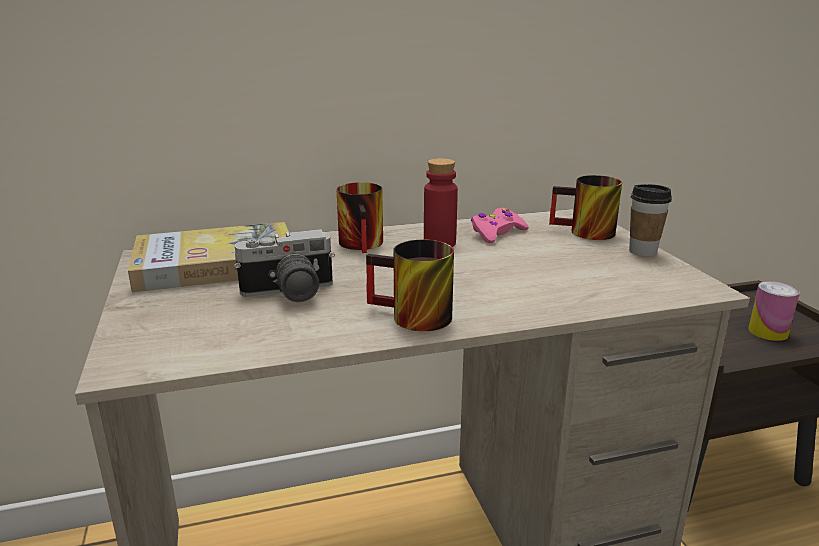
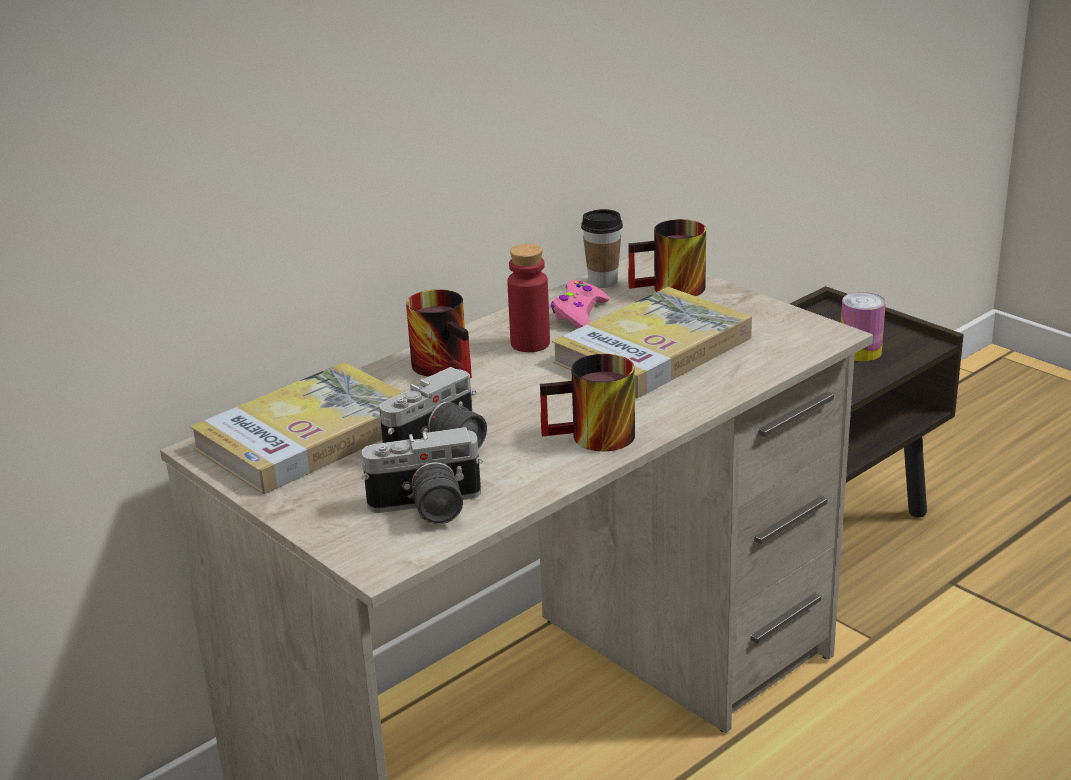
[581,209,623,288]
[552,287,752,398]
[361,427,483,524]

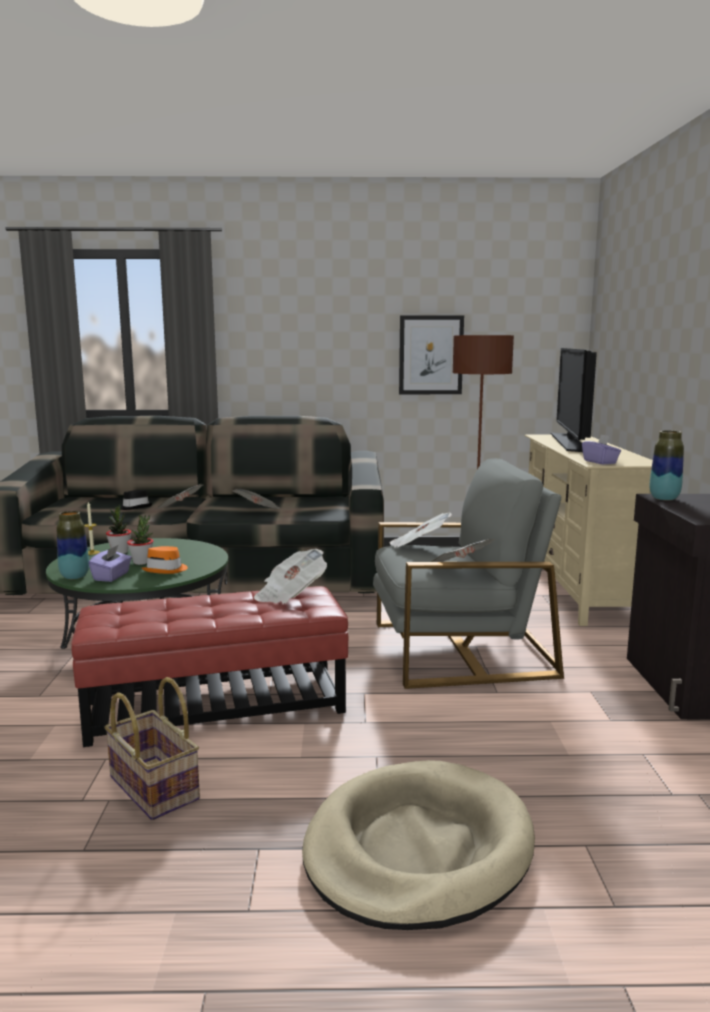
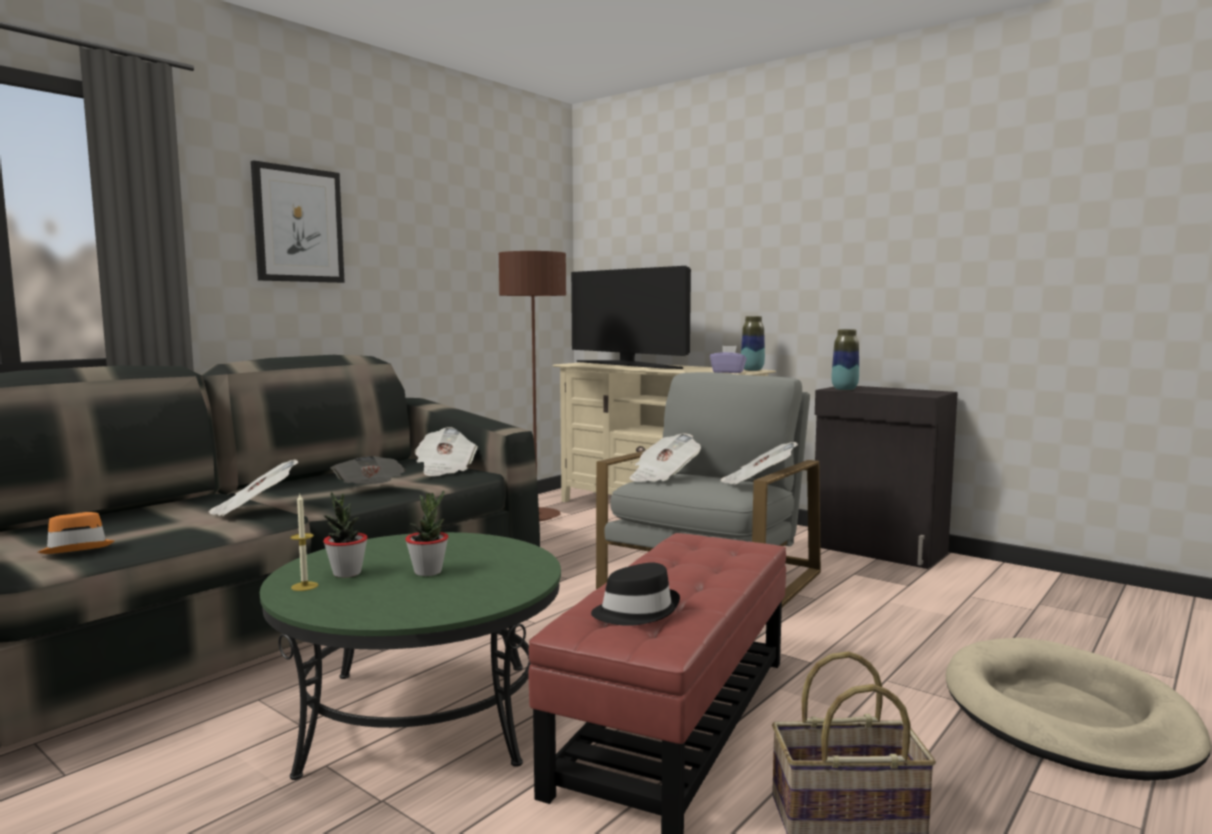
[251,160,345,283]
[591,563,680,626]
[741,316,765,371]
[89,545,132,582] (first image)
[38,512,114,554]
[415,427,478,476]

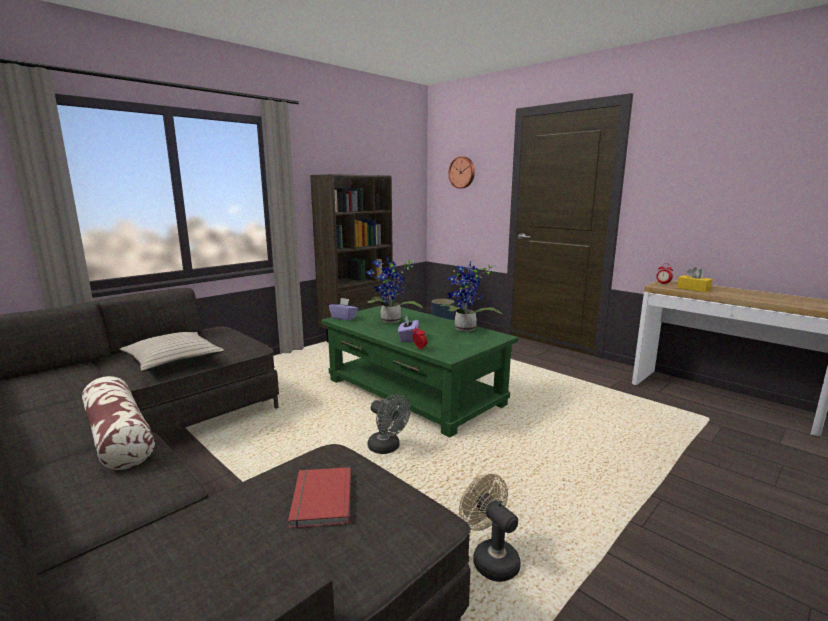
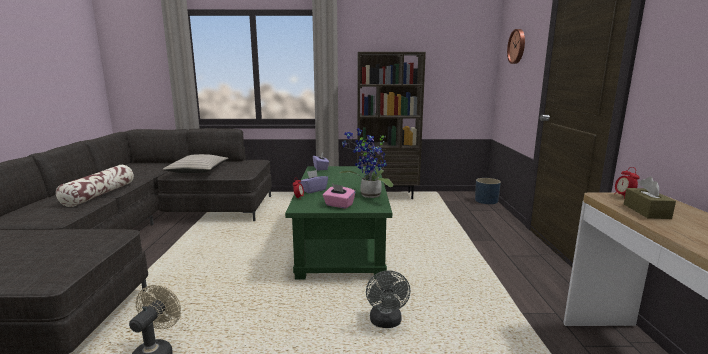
[366,257,423,323] (first image)
[624,177,676,219]
[366,270,410,328]
[288,467,351,529] (first image)
[323,184,355,209]

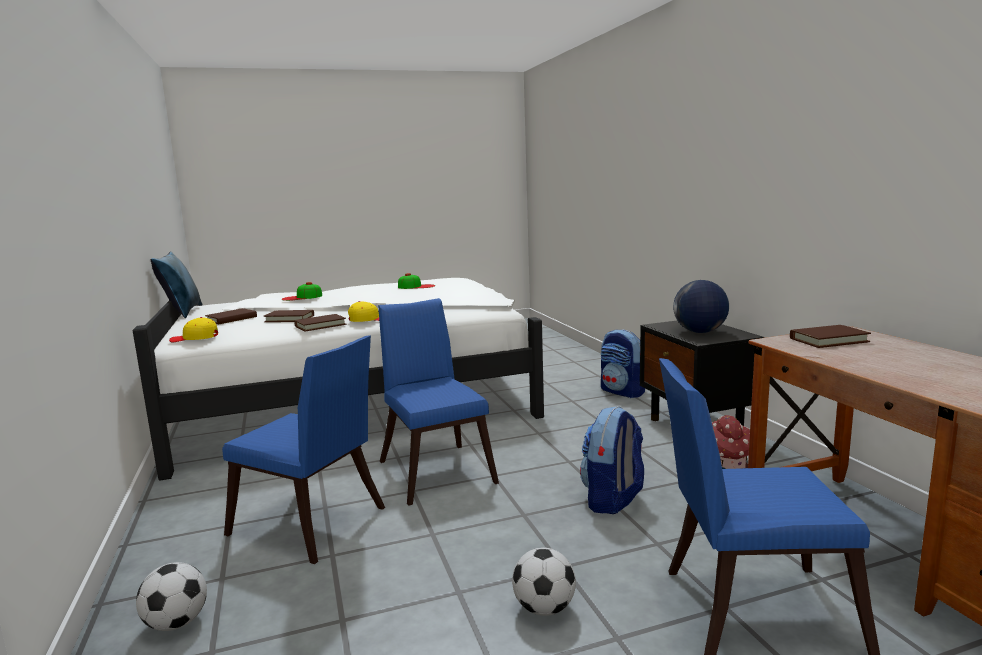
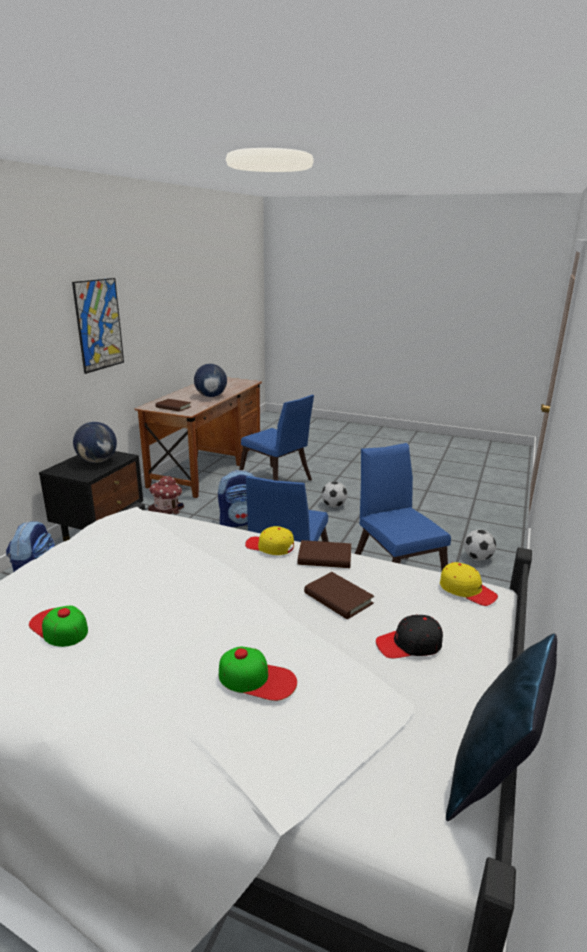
[376,615,443,658]
[72,278,124,374]
[194,364,227,397]

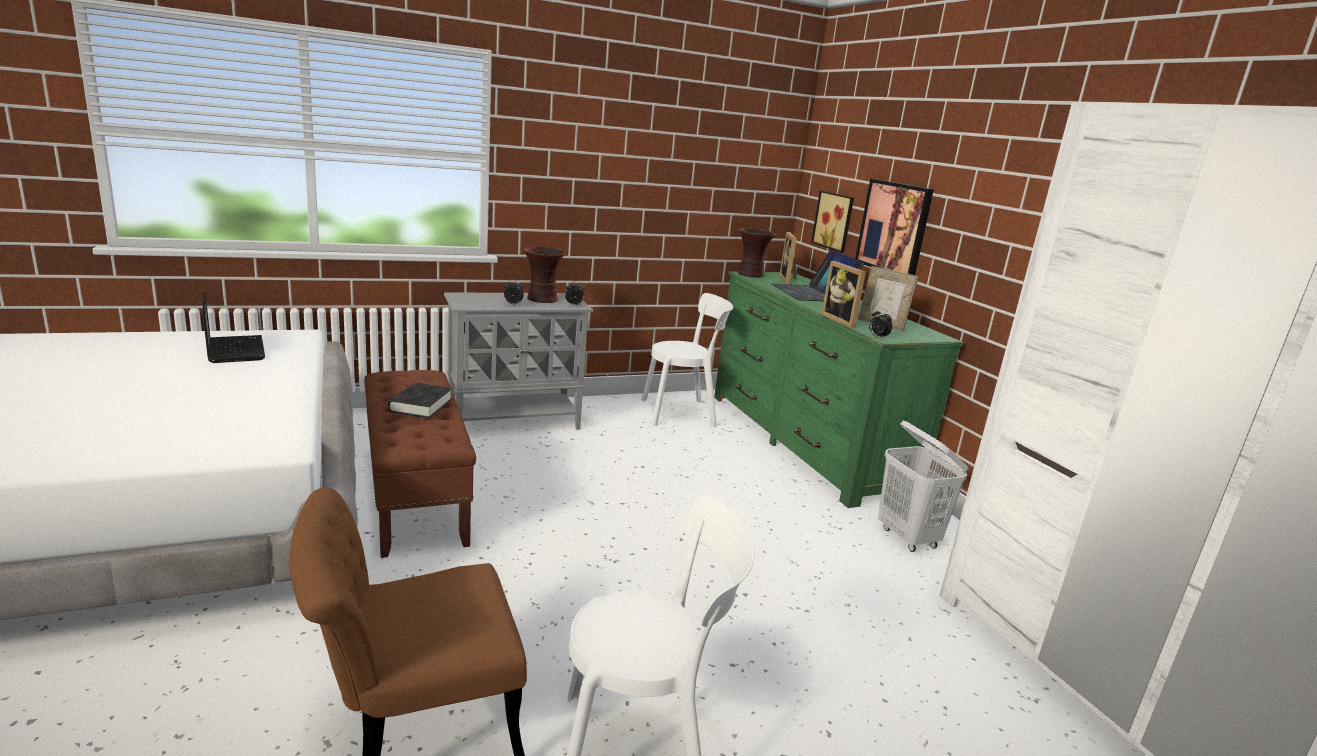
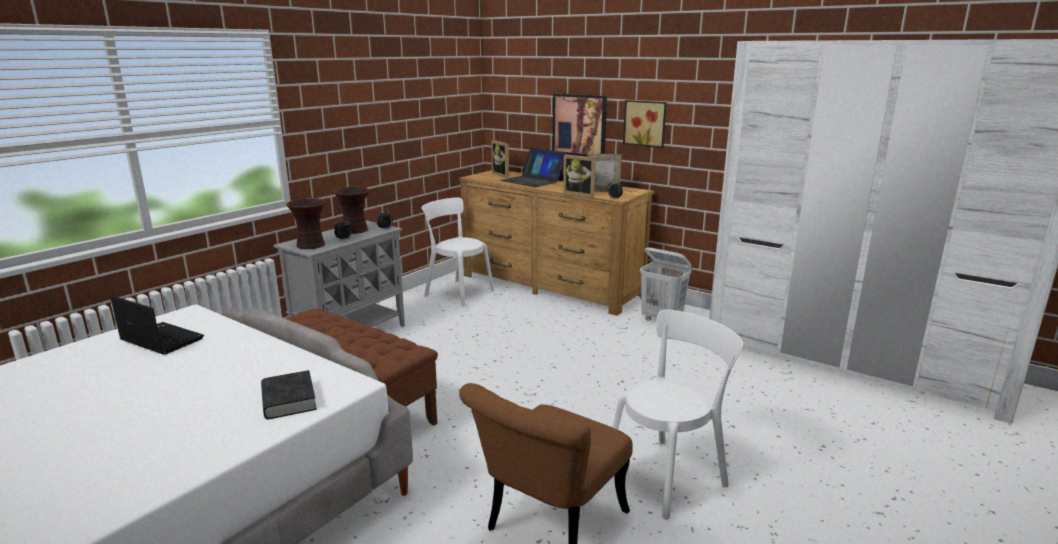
[623,100,667,148]
[286,198,326,249]
[459,170,654,316]
[421,197,494,306]
[261,370,317,419]

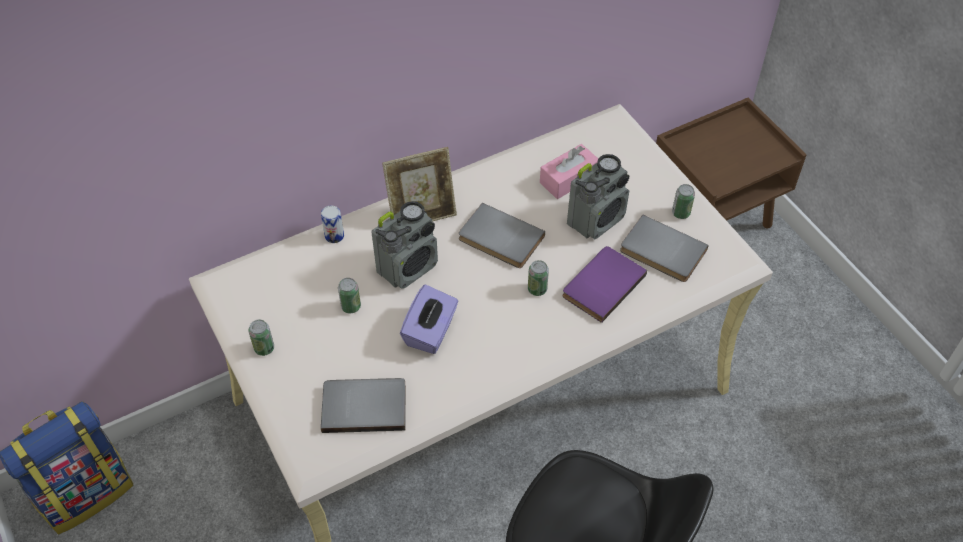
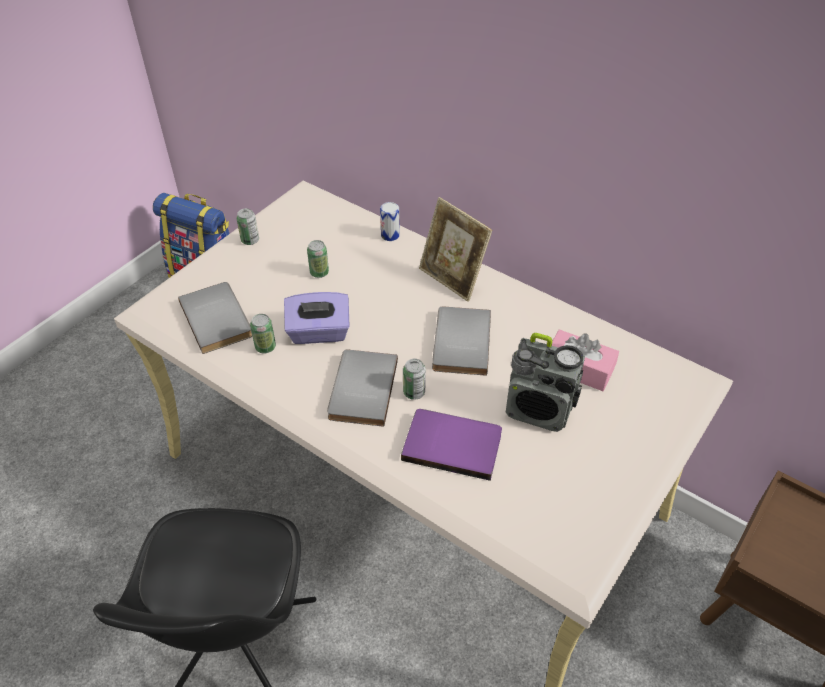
[250,314,276,353]
[371,201,438,289] (first image)
[327,350,398,427]

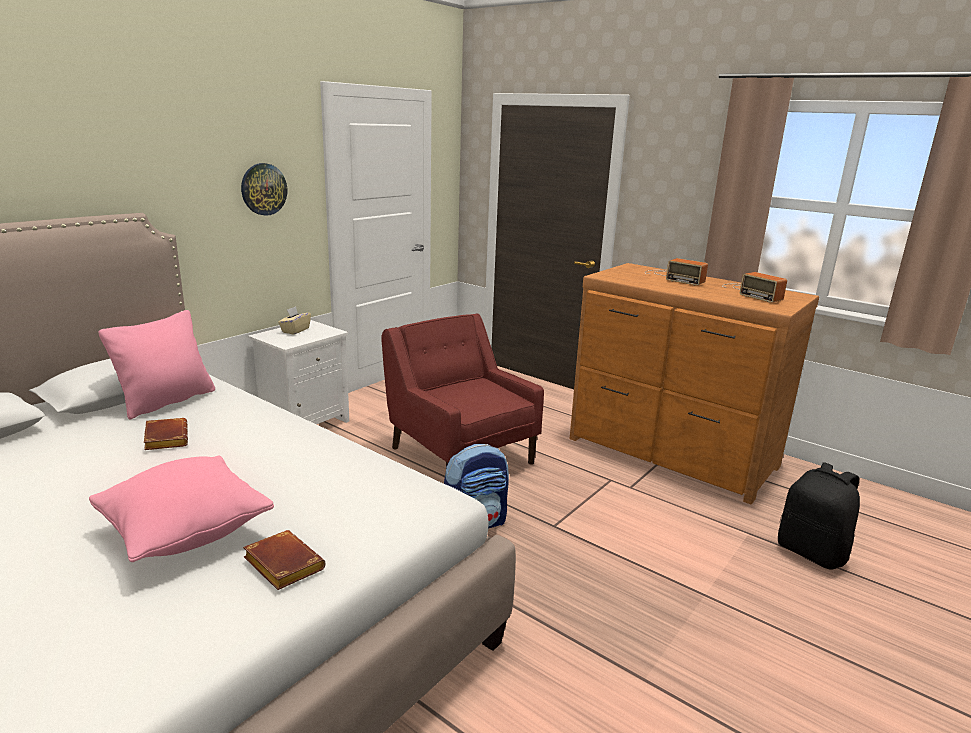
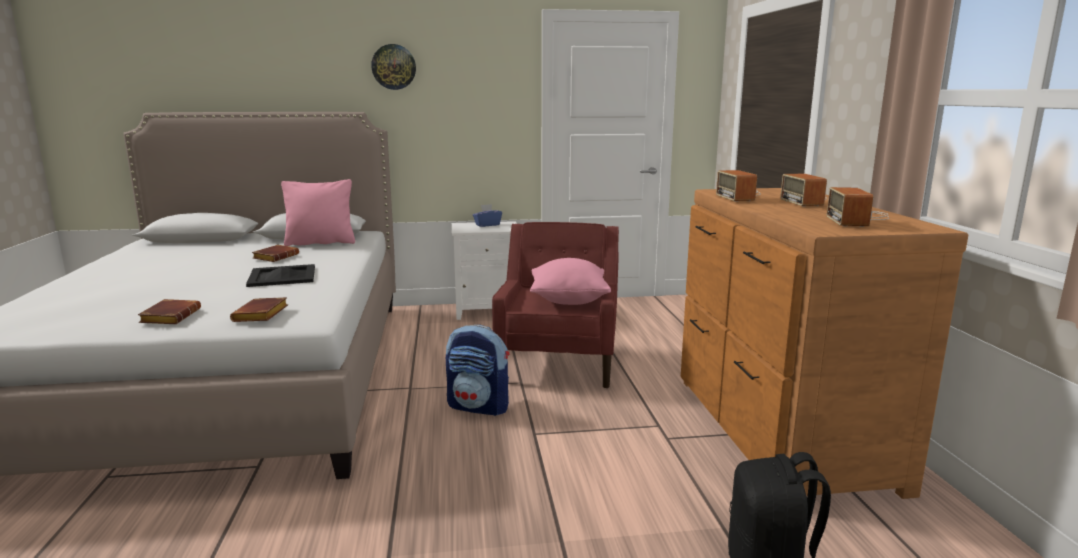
[371,44,416,90]
[473,204,502,227]
[530,258,611,305]
[716,170,761,202]
[246,264,315,287]
[230,297,288,322]

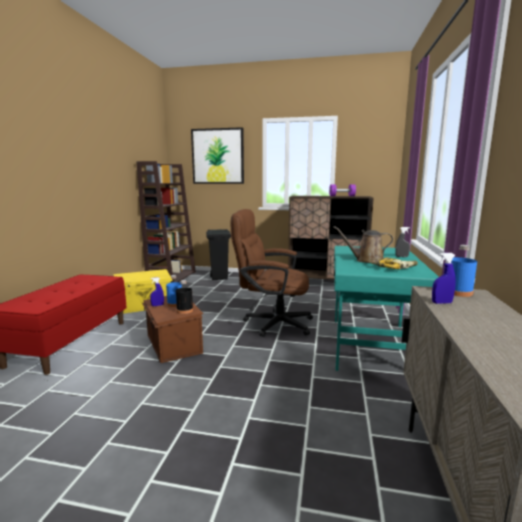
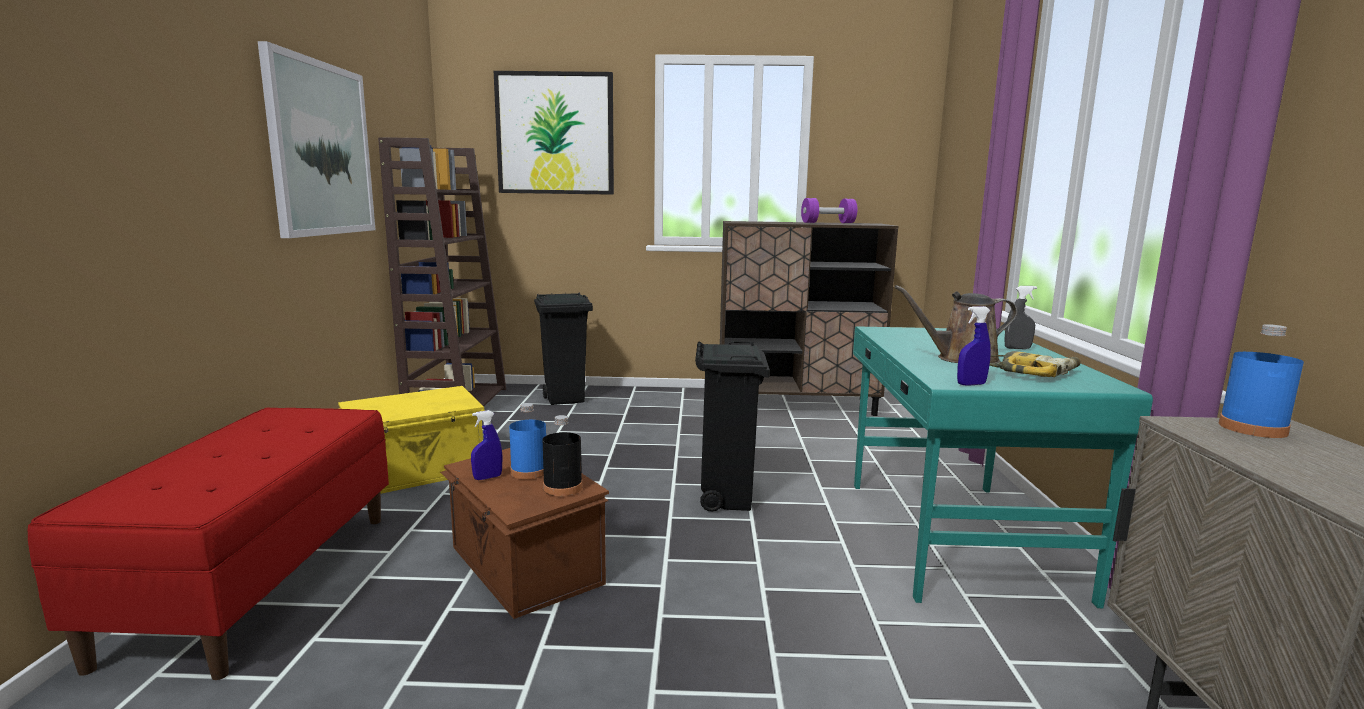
[695,341,770,512]
[957,306,991,386]
[258,41,376,238]

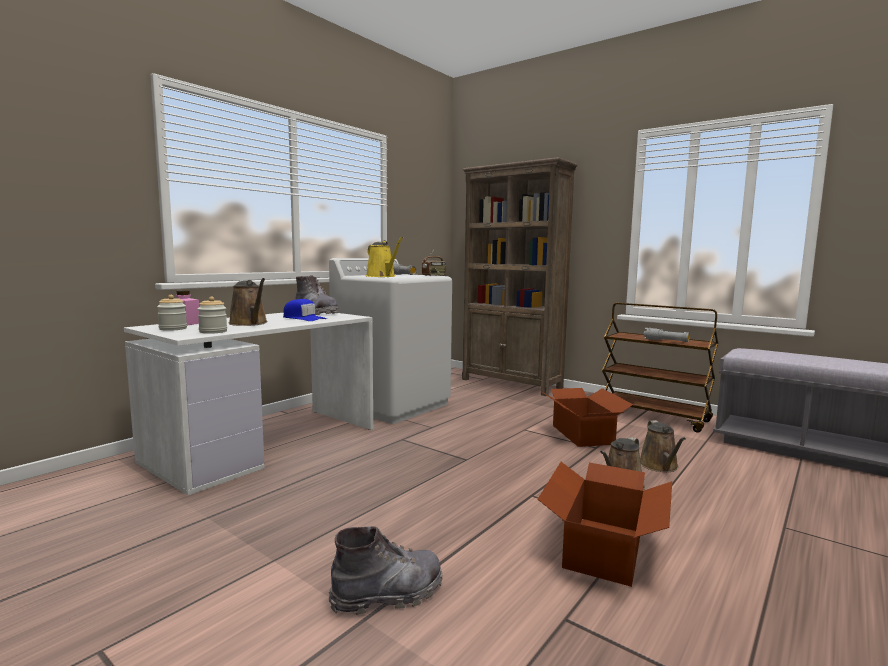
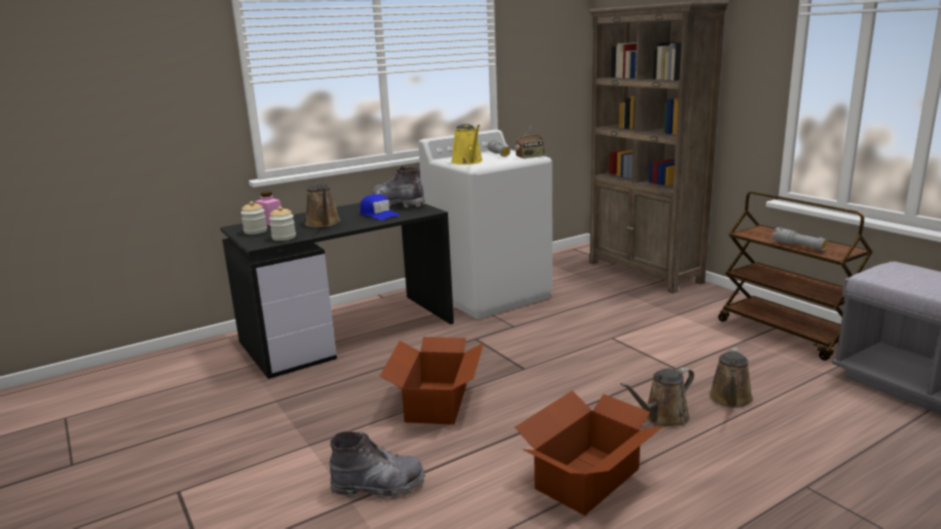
[372,166,425,208]
[220,203,454,379]
[380,337,484,425]

